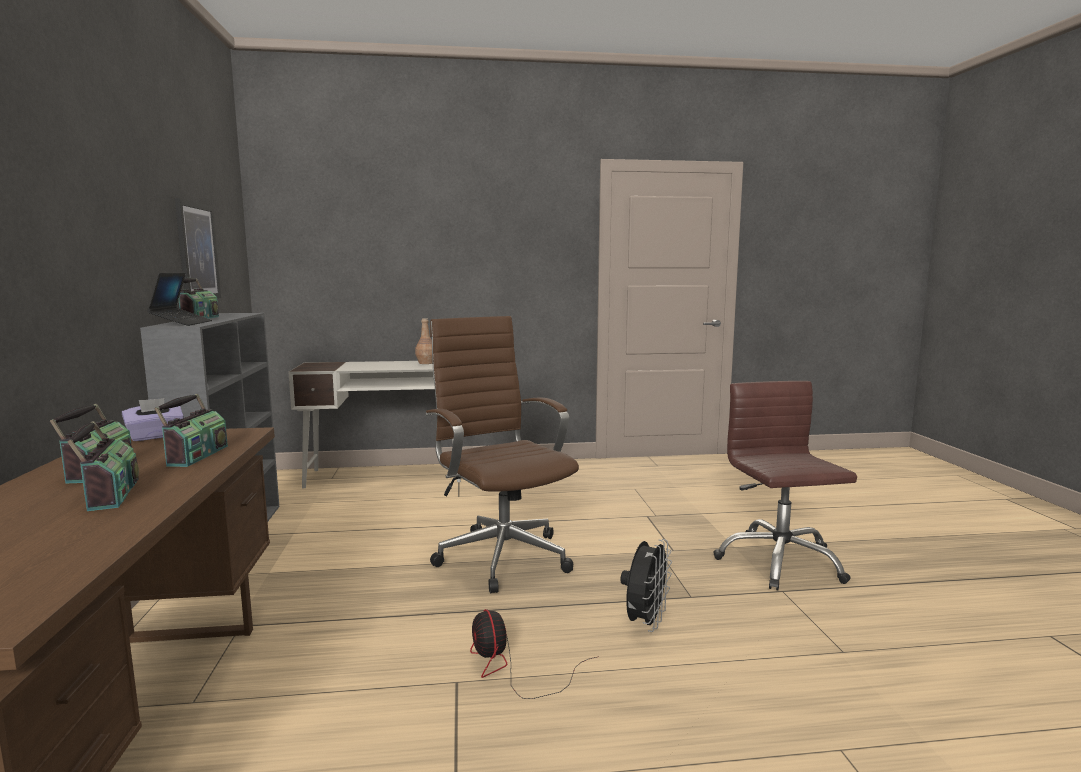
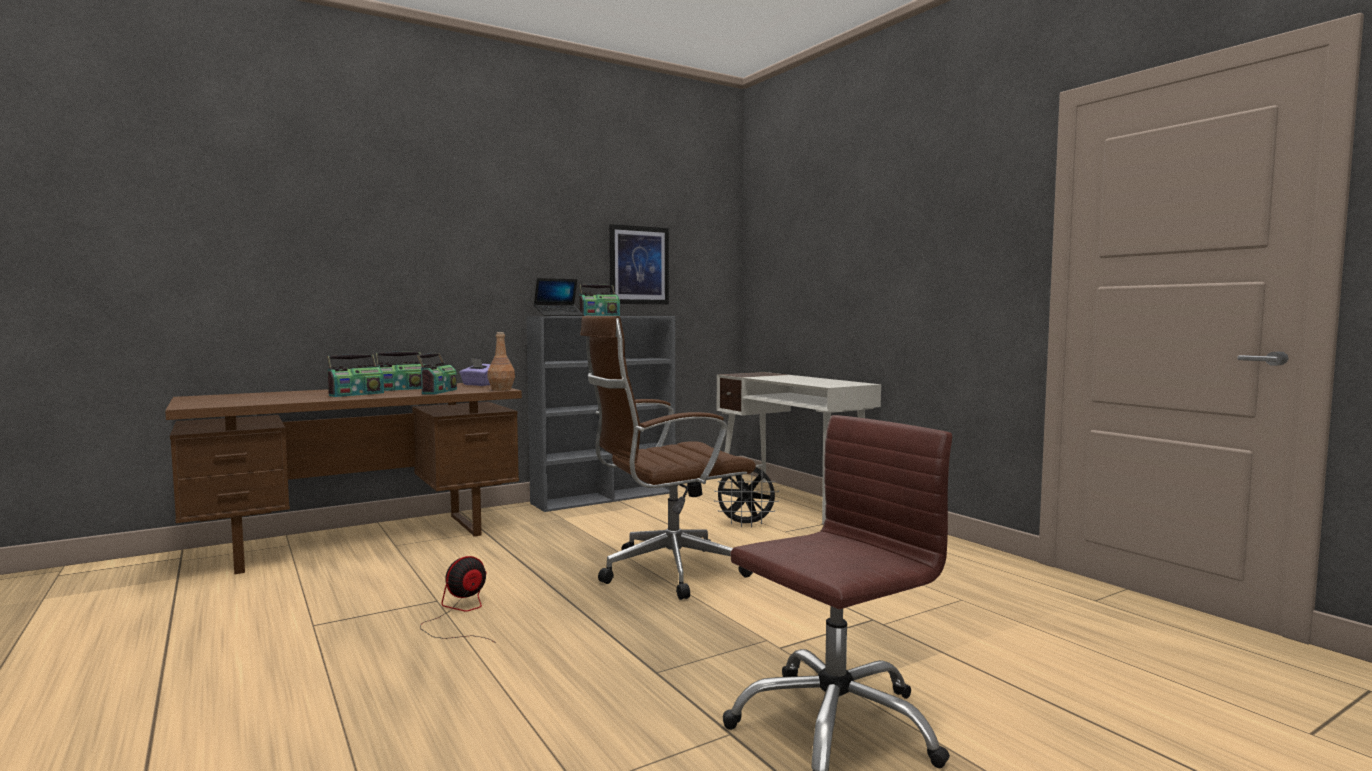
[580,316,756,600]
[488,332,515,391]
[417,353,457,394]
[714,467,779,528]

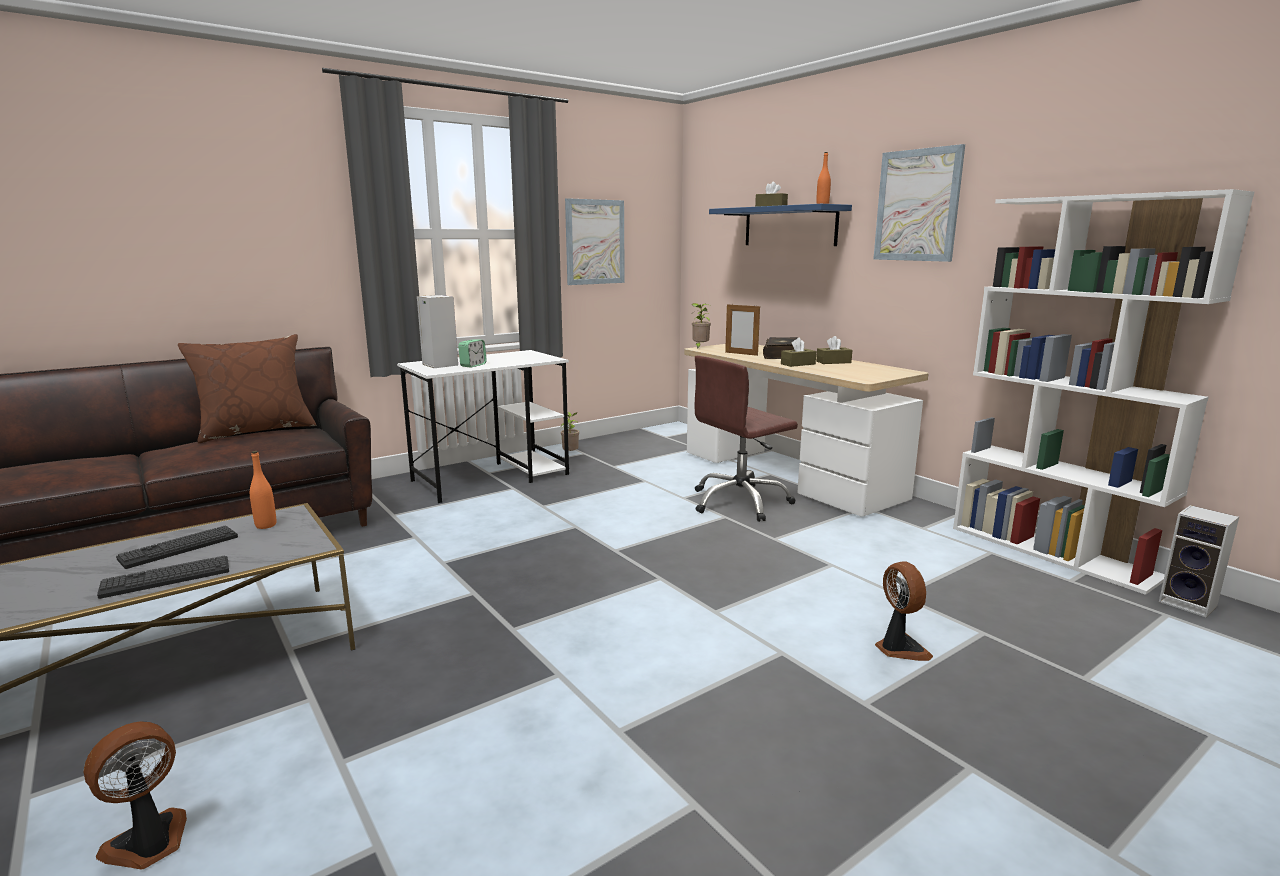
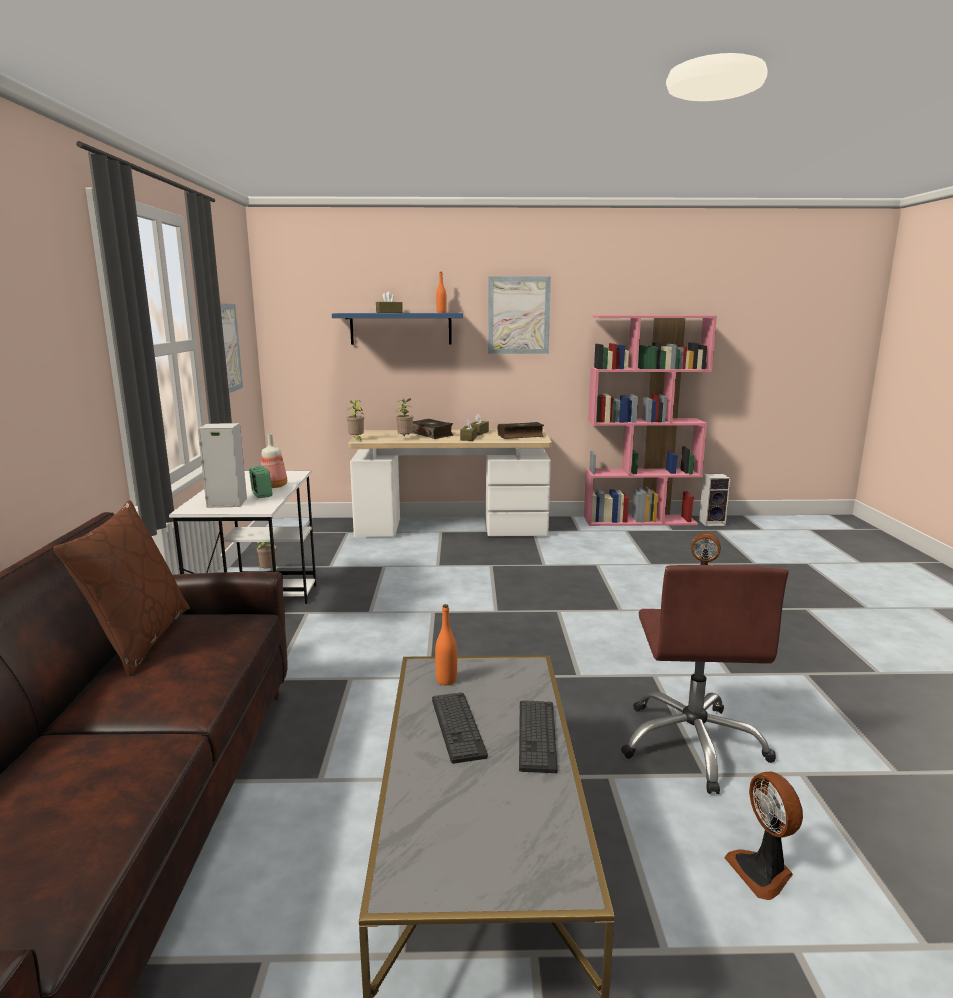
[584,315,717,526]
[396,398,413,437]
[621,565,788,794]
[498,422,544,439]
[261,434,287,488]

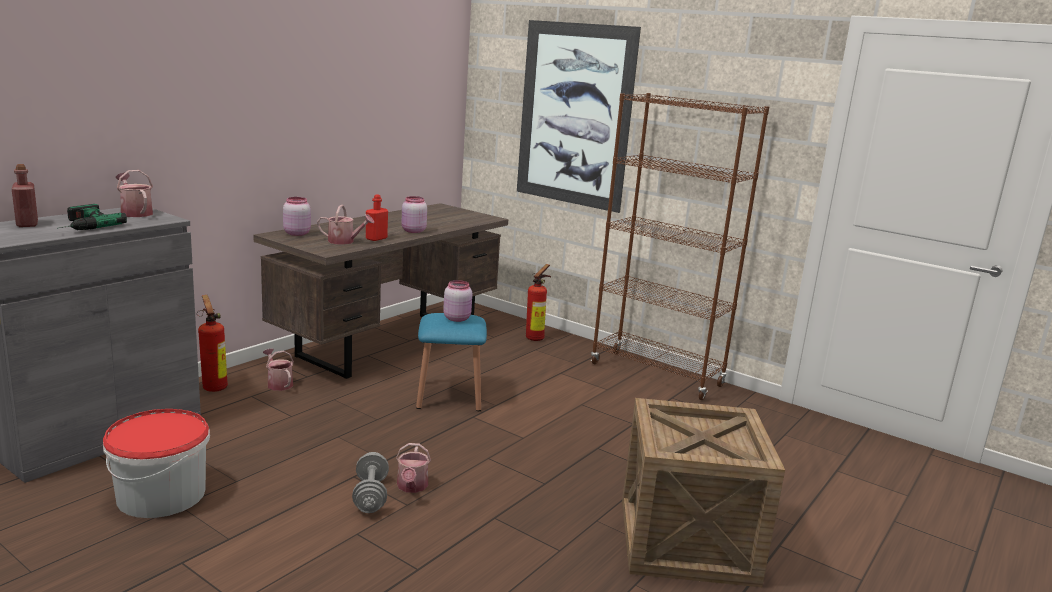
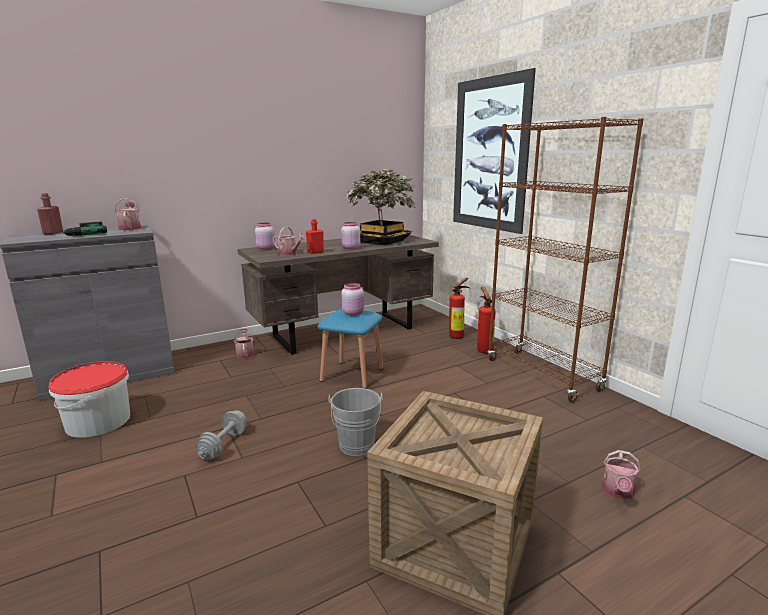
[477,287,496,354]
[602,450,641,499]
[346,169,417,245]
[328,388,383,456]

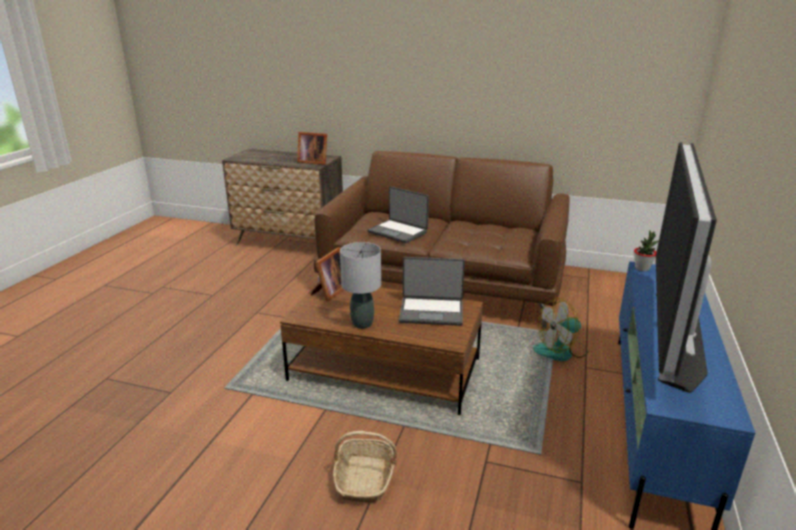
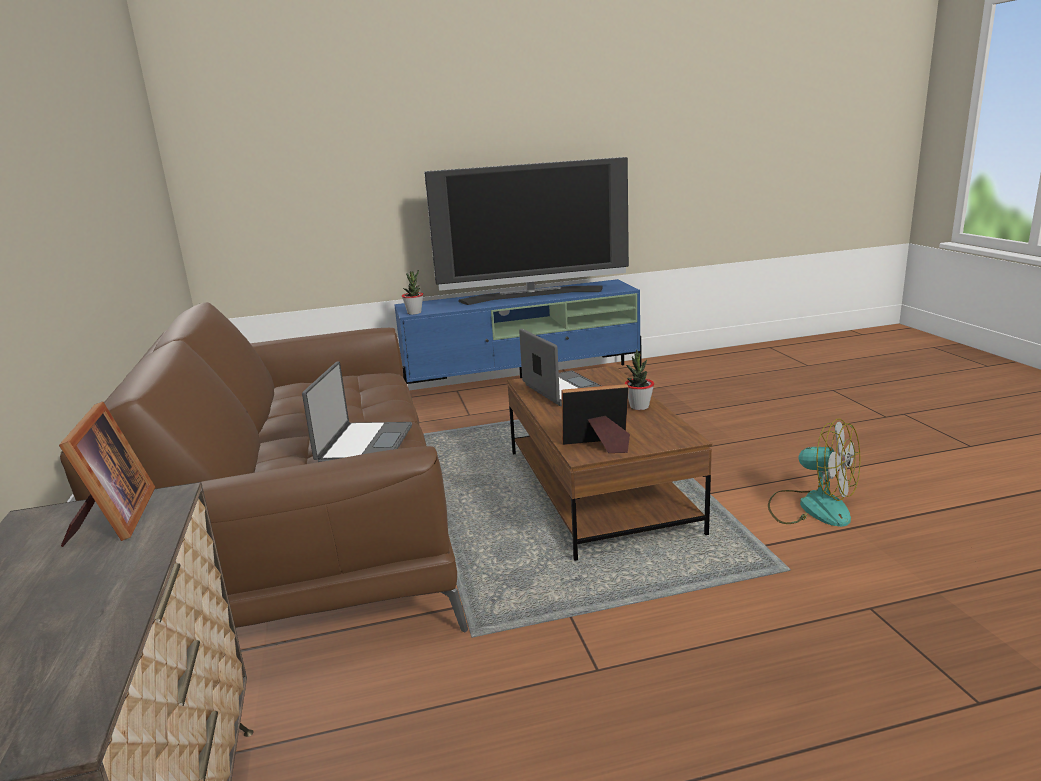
[625,349,654,410]
[768,419,860,527]
[333,431,397,503] (first image)

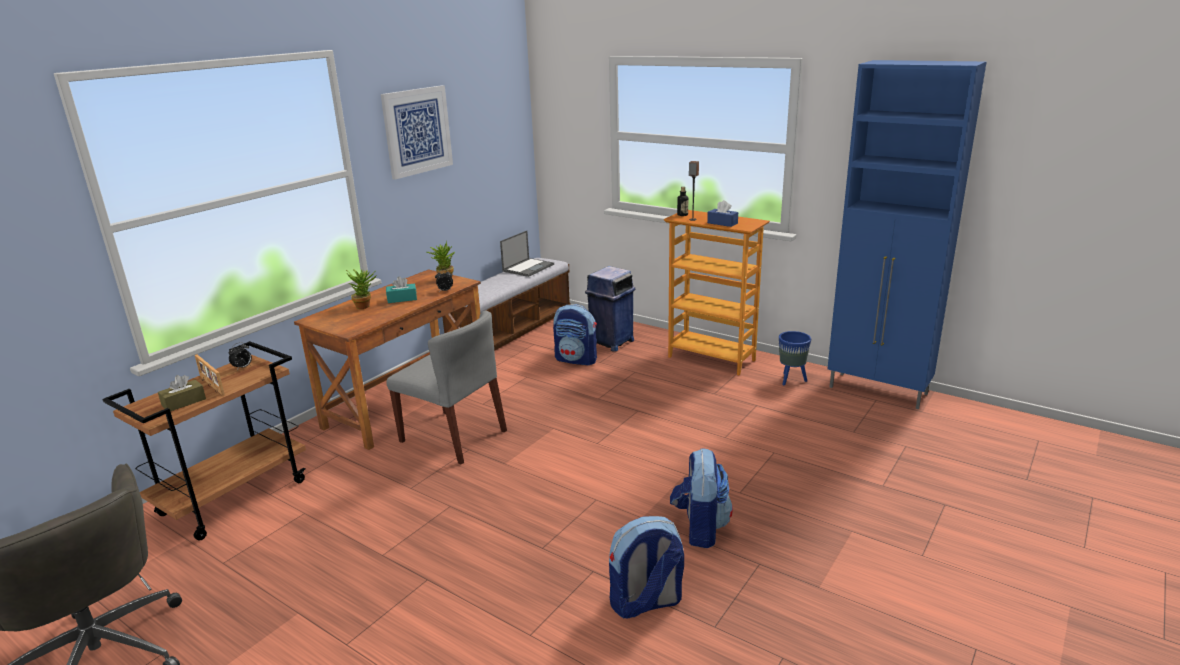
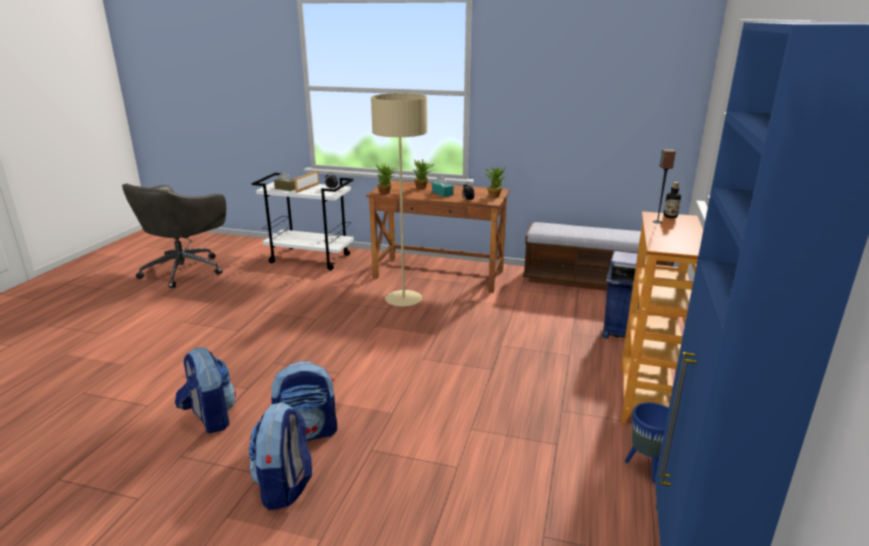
[381,85,453,180] (first image)
[707,200,738,227] (first image)
[500,231,554,277] (first image)
[249,402,312,510]
[371,93,427,306]
[252,173,354,270]
[376,163,398,195]

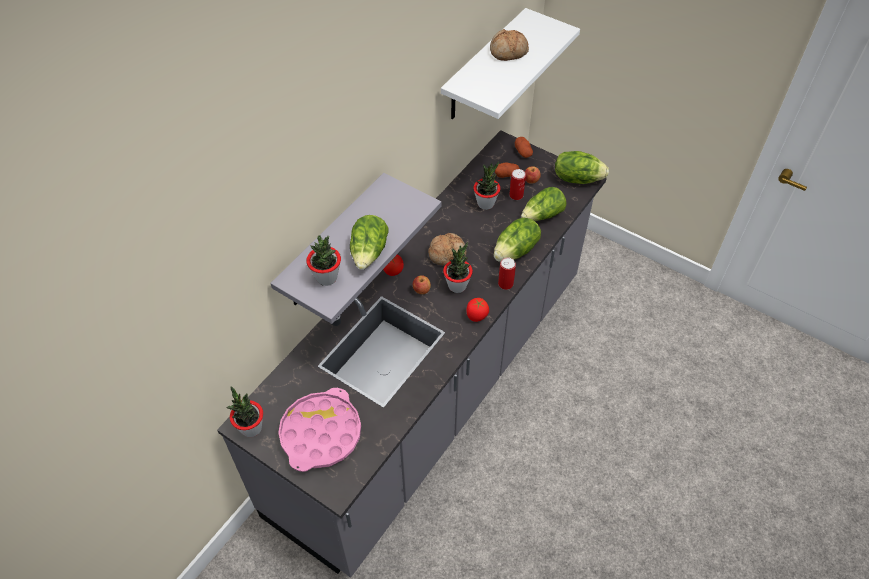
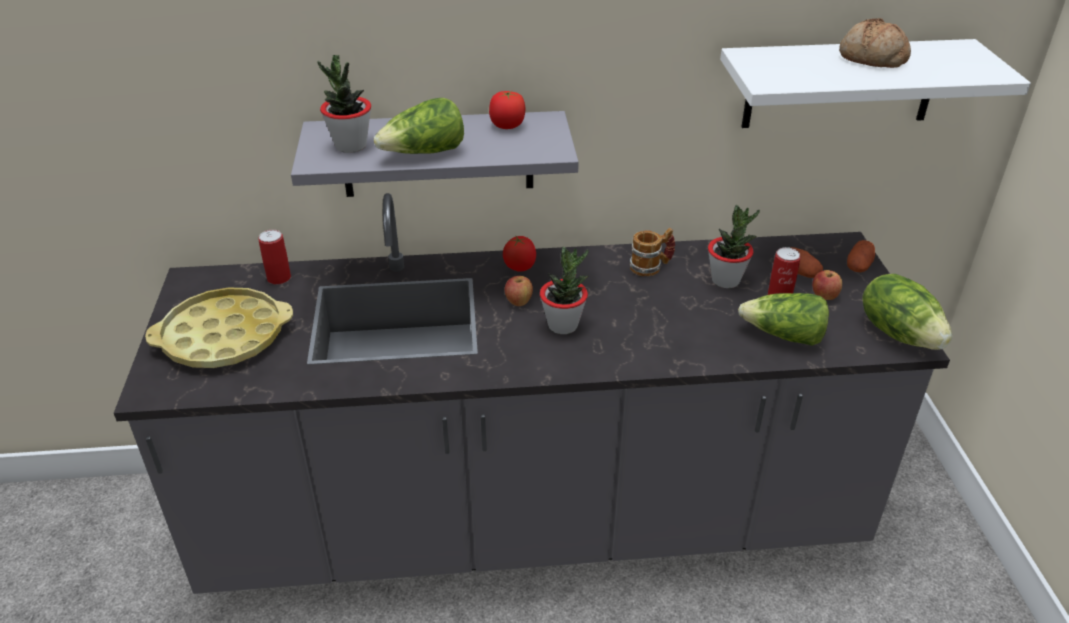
[494,218,541,262] (first image)
[428,233,466,265] (first image)
[258,230,291,285]
[489,91,525,129]
[226,386,263,437] (first image)
[145,287,293,368]
[630,228,675,277]

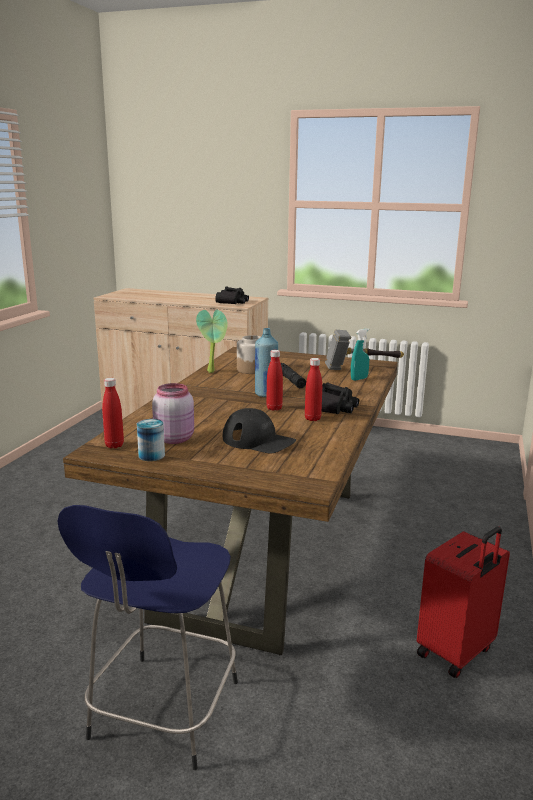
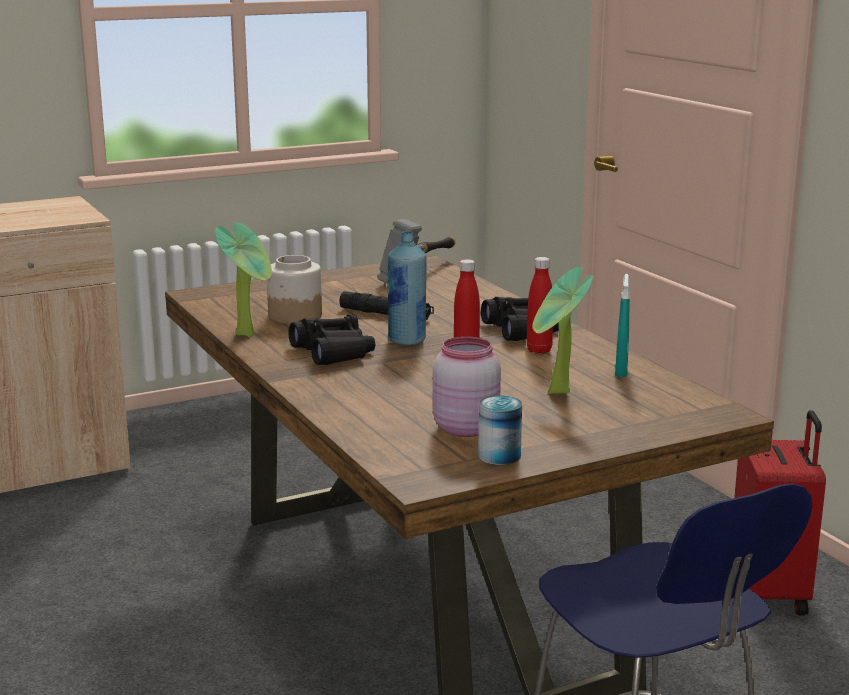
[288,314,375,365]
[615,274,630,377]
[102,378,124,448] (first image)
[532,267,594,394]

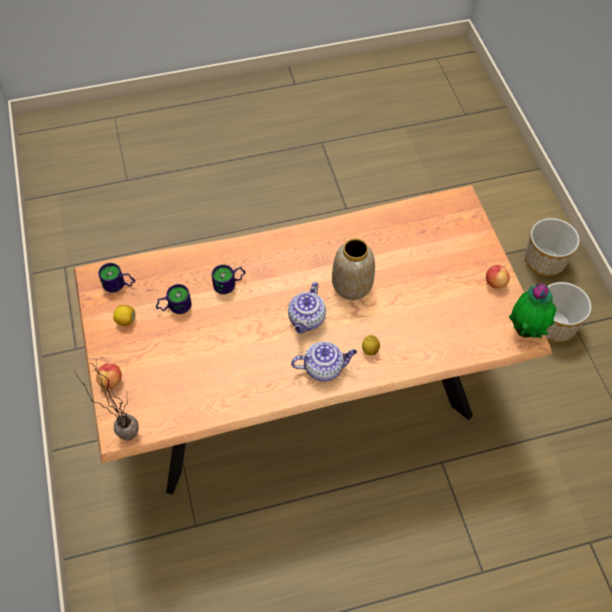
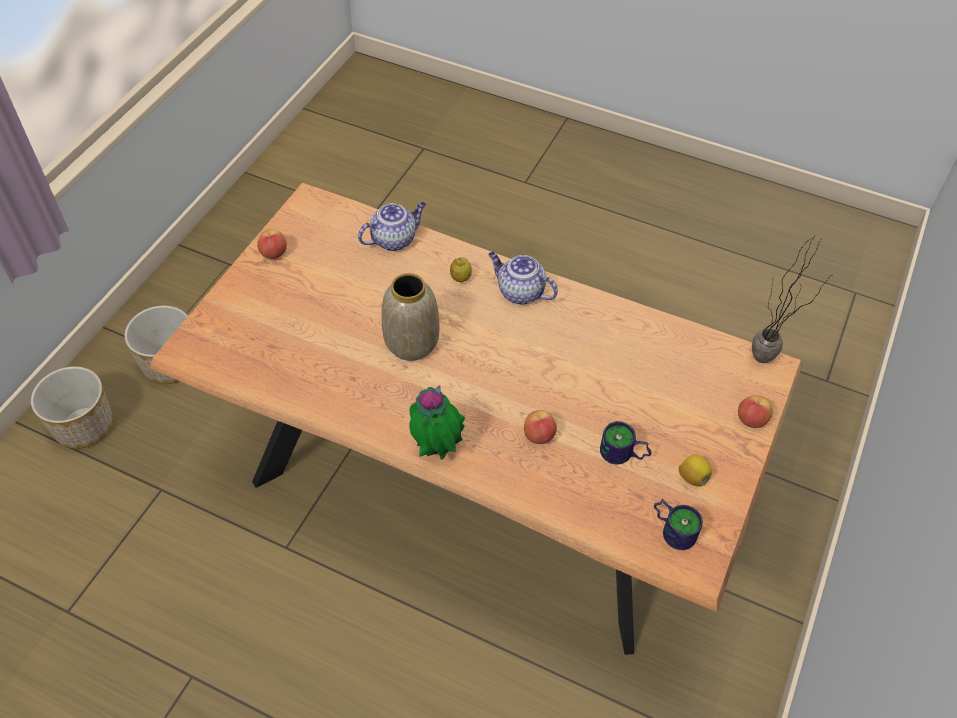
[524,410,557,444]
[358,202,426,251]
[409,385,465,460]

